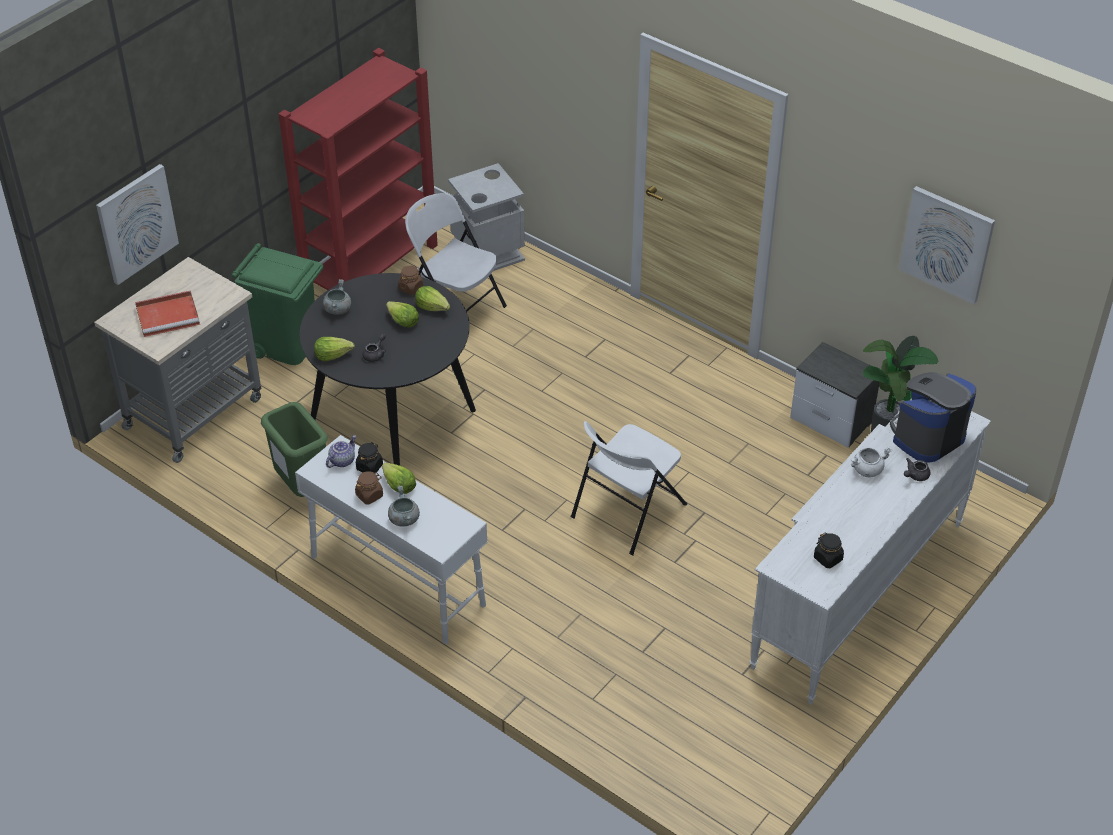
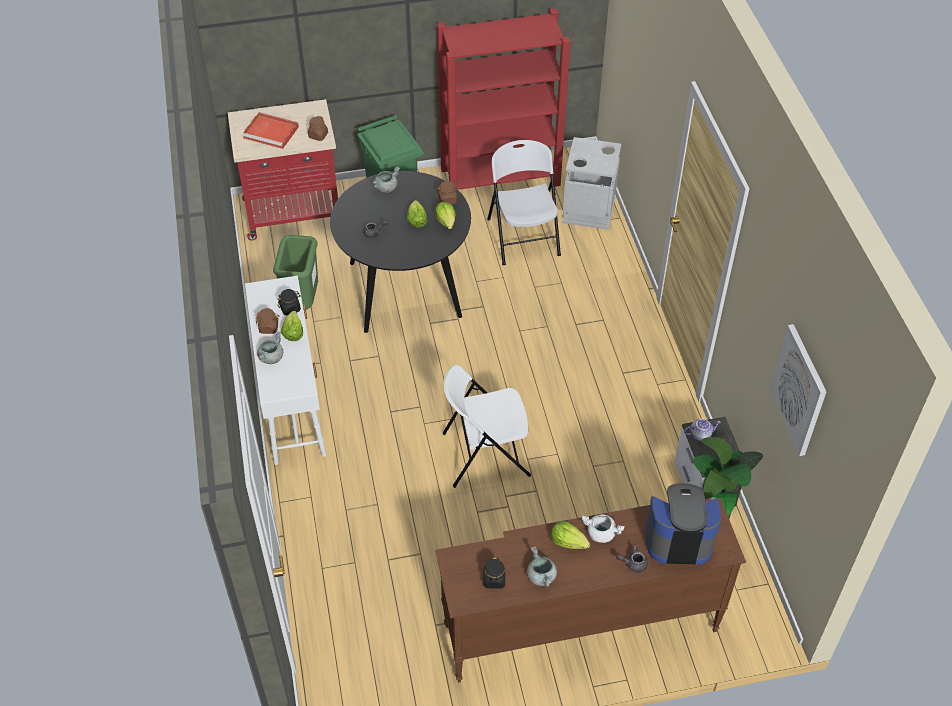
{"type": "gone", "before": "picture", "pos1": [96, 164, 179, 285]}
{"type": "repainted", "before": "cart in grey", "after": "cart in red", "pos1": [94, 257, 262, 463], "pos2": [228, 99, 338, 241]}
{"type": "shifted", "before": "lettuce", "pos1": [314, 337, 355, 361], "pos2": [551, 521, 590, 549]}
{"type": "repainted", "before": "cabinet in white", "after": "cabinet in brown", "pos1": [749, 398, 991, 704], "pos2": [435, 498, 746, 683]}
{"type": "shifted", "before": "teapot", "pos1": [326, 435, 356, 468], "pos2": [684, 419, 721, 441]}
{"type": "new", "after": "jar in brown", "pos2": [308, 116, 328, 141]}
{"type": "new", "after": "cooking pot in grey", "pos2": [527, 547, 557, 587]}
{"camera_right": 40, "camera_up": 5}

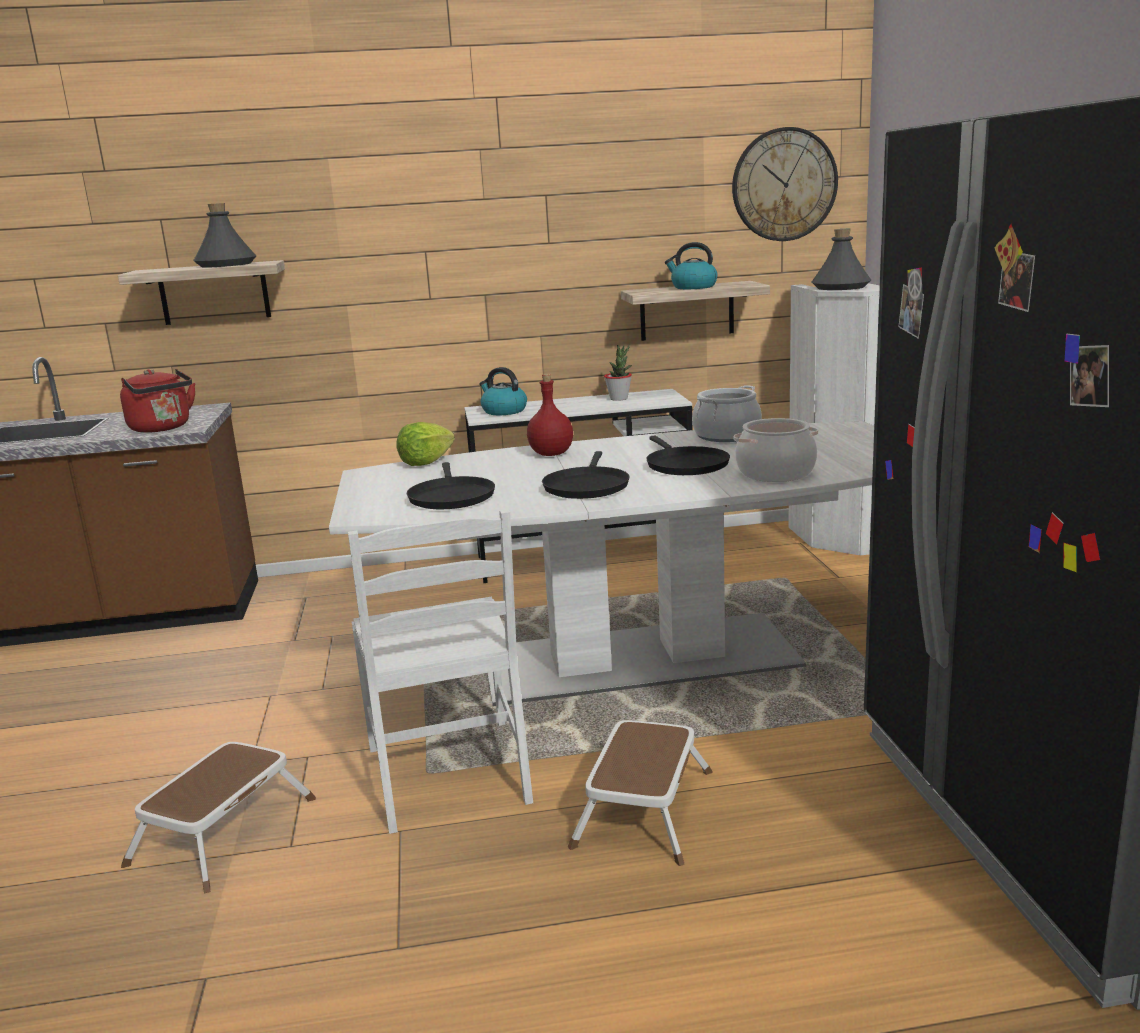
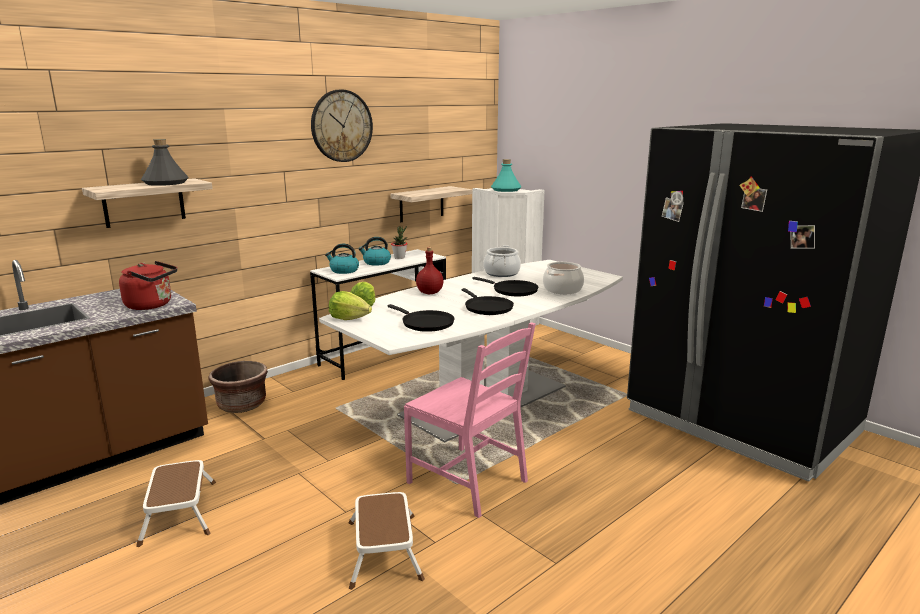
{"type": "shifted", "before": "wall clock", "pos1": [732, 127, 838, 241], "pos2": [311, 89, 373, 162]}
{"type": "repainted", "before": "bottle in grey", "after": "bottle in turquoise", "pos1": [812, 229, 871, 290], "pos2": [491, 159, 521, 192]}
{"type": "shifted", "before": "kettle", "pos1": [665, 242, 718, 289], "pos2": [358, 237, 391, 266]}
{"type": "repainted", "before": "chair in white", "after": "chair in pink", "pos1": [348, 509, 533, 834], "pos2": [404, 322, 536, 518]}
{"type": "shifted", "before": "step ladder in brown", "pos1": [568, 720, 713, 866], "pos2": [136, 460, 216, 547]}
{"type": "new", "after": "lettuce", "pos2": [329, 291, 372, 320]}
{"type": "new", "after": "planter in brown", "pos2": [208, 361, 268, 413]}
{"camera_right": -35, "camera_up": 0}

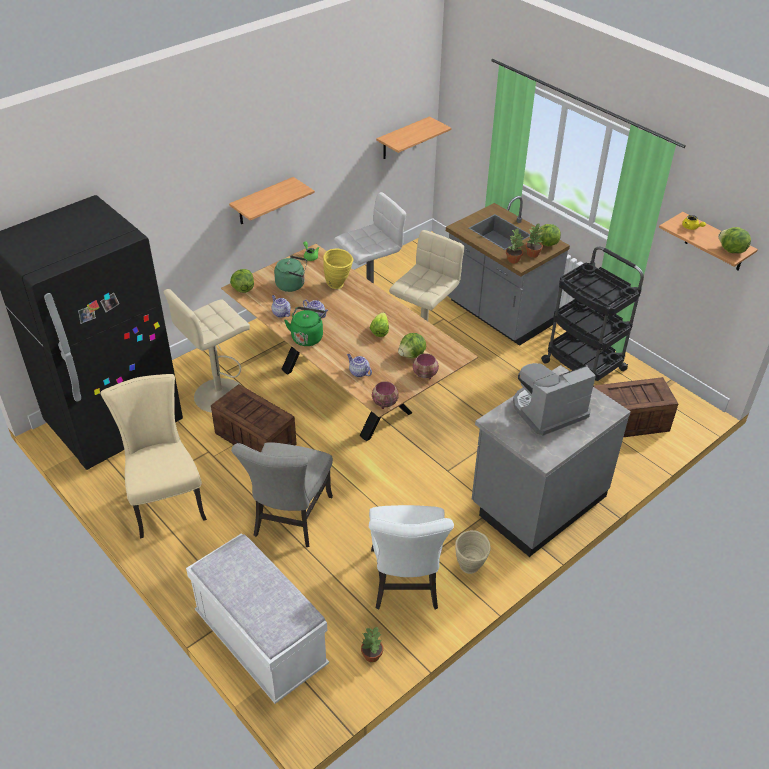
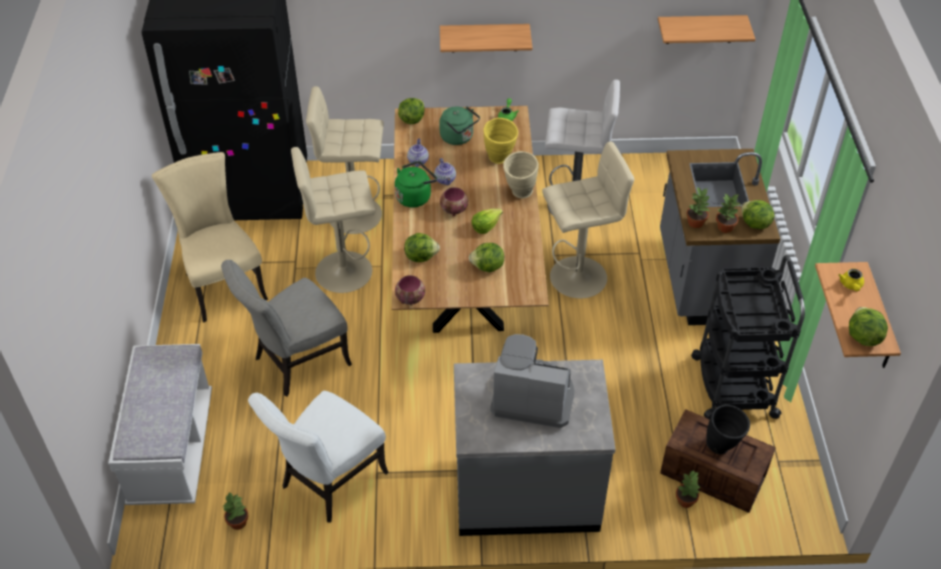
{"type": "shifted", "before": "bowl", "pos1": [413, 353, 439, 379], "pos2": [440, 187, 468, 216]}
{"type": "swapped", "before": "teapot", "after": "lettuce", "pos1": [347, 354, 372, 377], "pos2": [404, 233, 440, 262]}
{"type": "rotated", "before": "chair in beige", "pos1": [101, 374, 207, 539], "pos2": [152, 152, 268, 323], "turn": -45}
{"type": "swapped", "before": "crate", "after": "stool in beige", "pos1": [211, 384, 297, 452], "pos2": [291, 147, 375, 293]}
{"type": "shifted", "before": "vase in beige", "pos1": [455, 530, 491, 574], "pos2": [503, 151, 539, 198]}
{"type": "new", "after": "vase in black", "pos2": [706, 404, 750, 454]}
{"type": "new", "after": "potted plant", "pos2": [676, 470, 701, 508]}
{"camera_right": 40, "camera_up": 5}

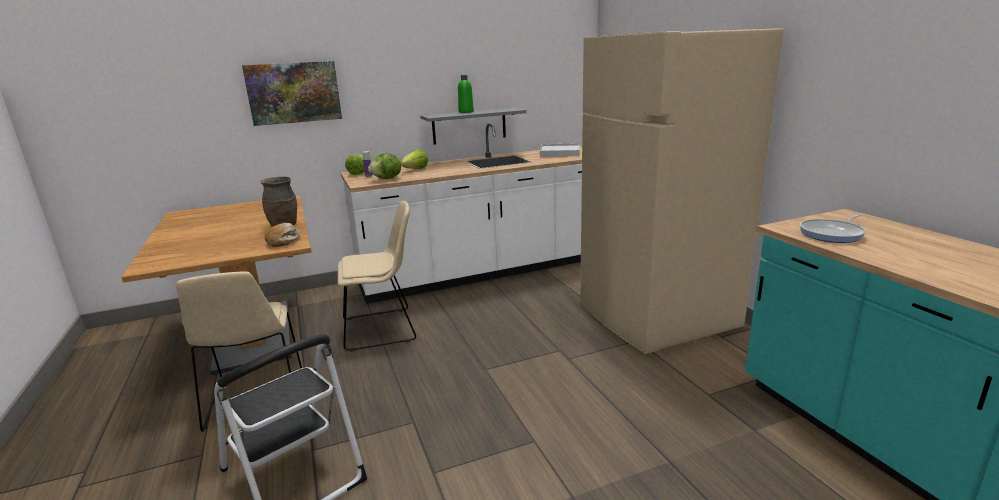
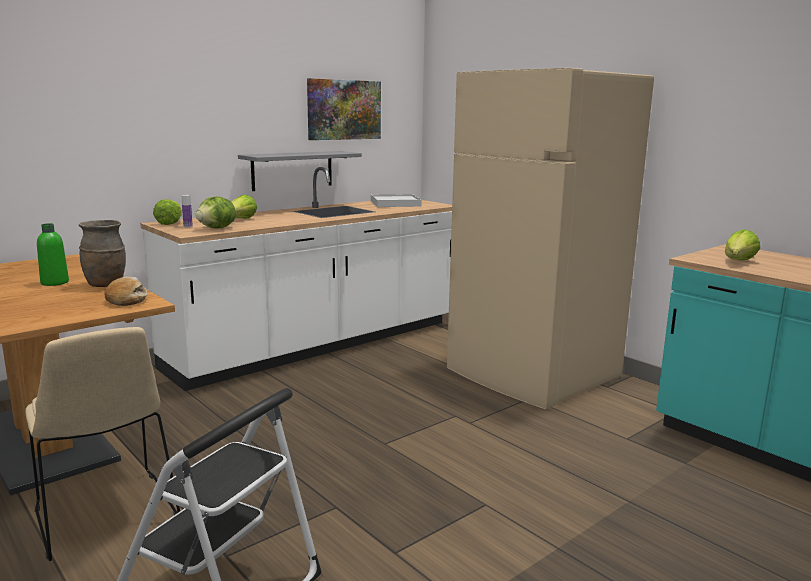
{"type": "shifted", "before": "picture", "pos1": [242, 61, 342, 126], "pos2": [307, 78, 381, 140]}
{"type": "shifted", "before": "bottle in green", "pos1": [458, 75, 474, 113], "pos2": [37, 223, 69, 286]}
{"type": "gone", "before": "chair in beige", "pos1": [338, 201, 416, 352]}
{"type": "swapped", "before": "frying pan", "after": "lettuce", "pos1": [800, 214, 866, 243], "pos2": [725, 229, 760, 260]}
{"camera_right": -20, "camera_up": -5}

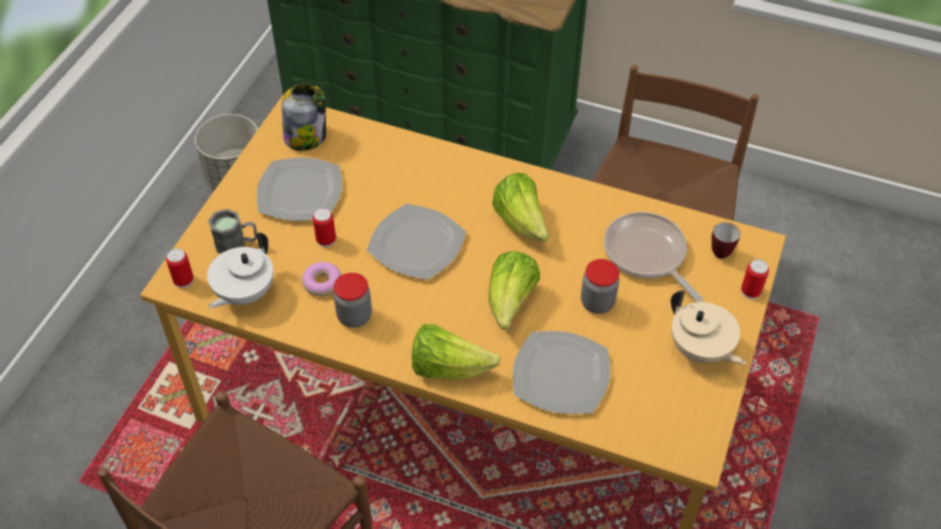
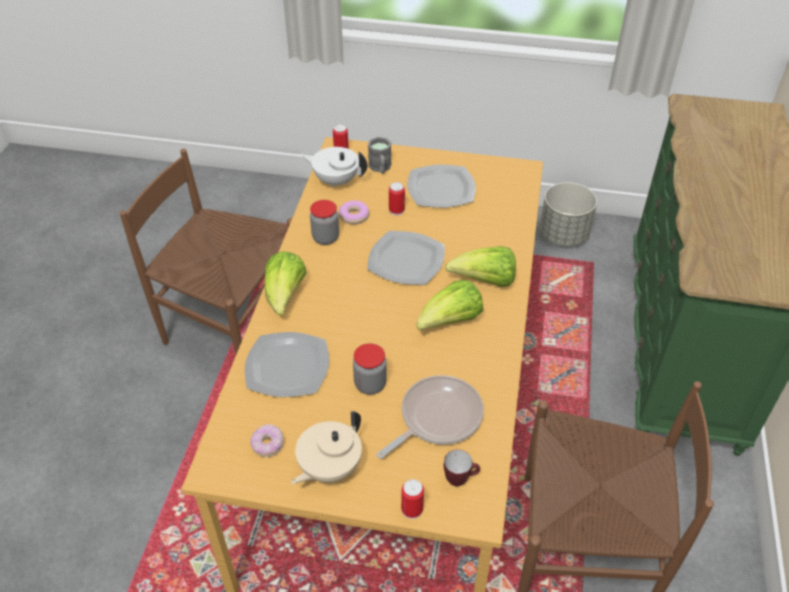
{"type": "gone", "before": "jar", "pos1": [282, 83, 326, 151]}
{"type": "shifted", "before": "lettuce", "pos1": [489, 251, 540, 330], "pos2": [445, 246, 516, 287]}
{"type": "new", "after": "donut", "pos2": [250, 424, 284, 457]}
{"camera_right": 80, "camera_up": -5}

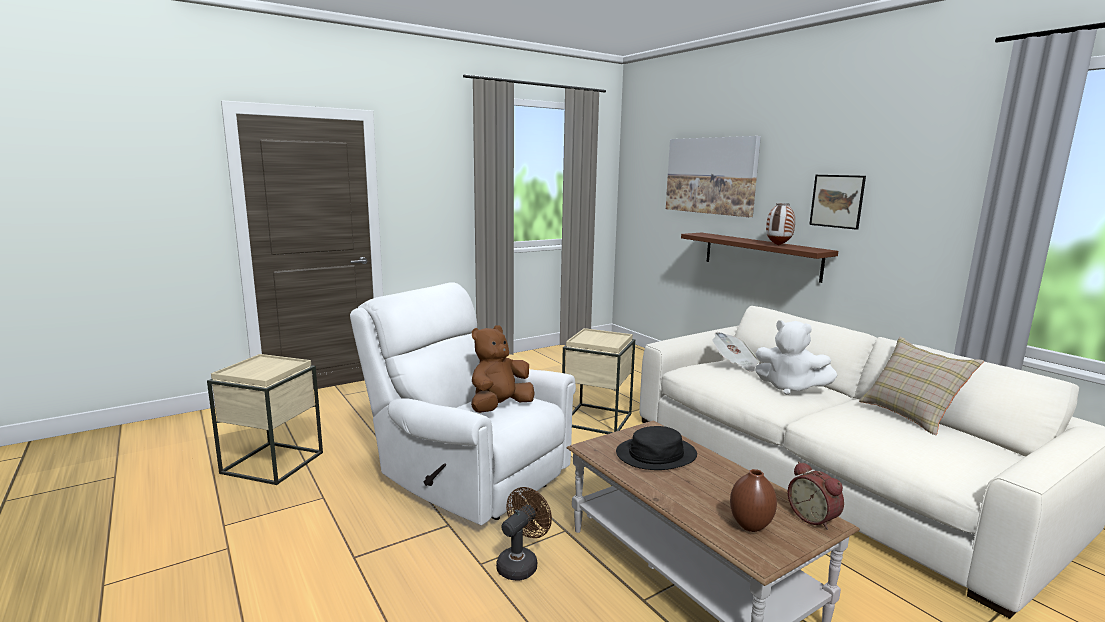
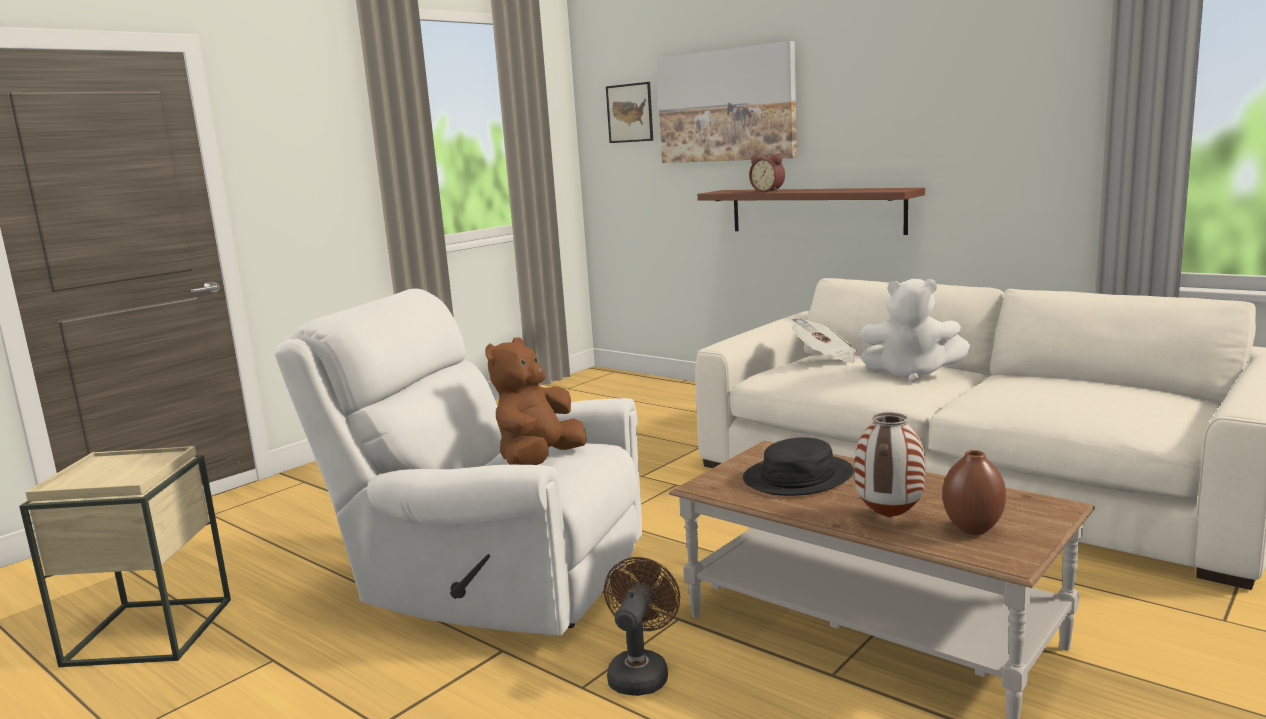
{"type": "shifted", "before": "picture", "pos1": [809, 175, 866, 230], "pos2": [606, 82, 653, 143]}
{"type": "shifted", "before": "vase", "pos1": [766, 203, 795, 246], "pos2": [854, 412, 926, 518]}
{"type": "gone", "before": "side table in beige", "pos1": [562, 328, 635, 434]}
{"type": "gone", "before": "pillow in beige", "pos1": [859, 337, 984, 436]}
{"type": "shifted", "before": "alarm clock", "pos1": [788, 461, 844, 530], "pos2": [749, 154, 785, 192]}
{"camera_right": -15, "camera_up": 0}

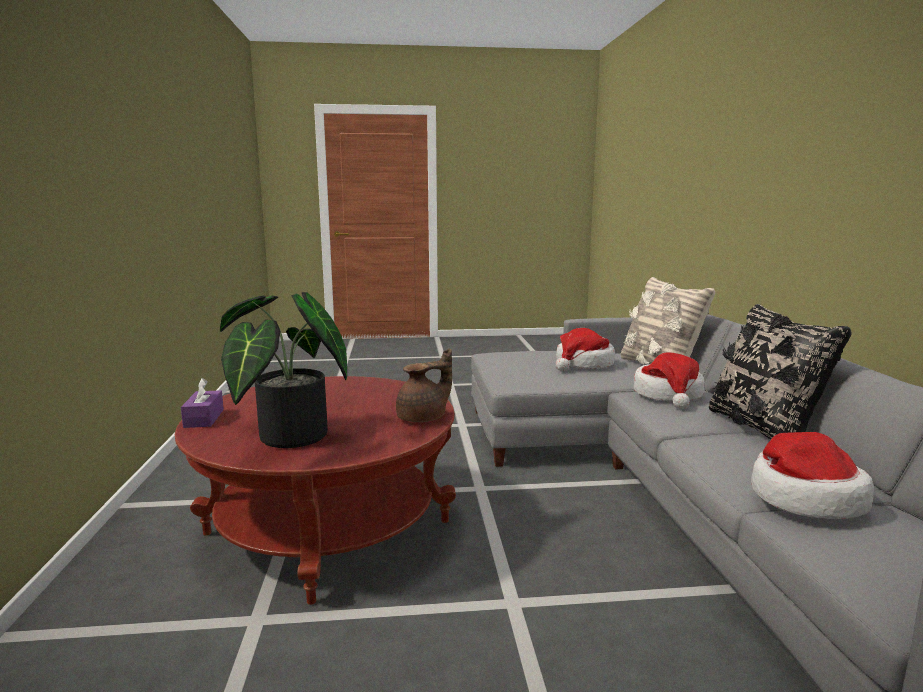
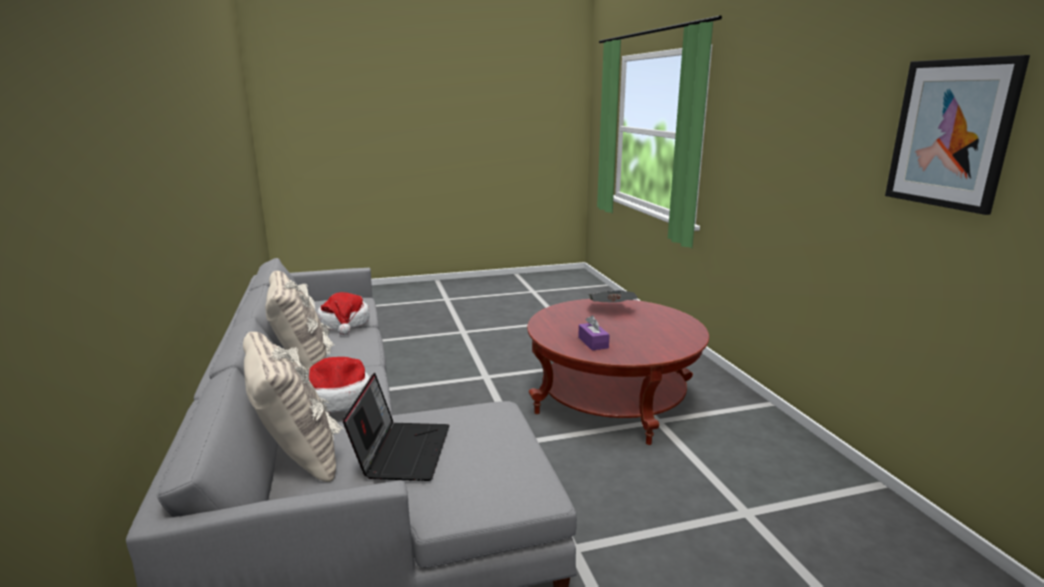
{"type": "swapped", "before": "potted plant", "after": "newspaper", "pos1": [220, 292, 347, 448], "pos2": [588, 290, 638, 303]}
{"type": "repainted", "before": "pillow in black", "after": "pillow in beige", "pos1": [709, 304, 852, 440], "pos2": [265, 271, 334, 372]}
{"type": "swapped", "before": "hat", "after": "laptop", "pos1": [556, 328, 615, 371], "pos2": [342, 373, 450, 481]}
{"type": "gone", "before": "teapot in brown", "pos1": [396, 348, 452, 422]}
{"type": "shifted", "before": "tissue box in purple", "pos1": [181, 378, 224, 428], "pos2": [578, 315, 610, 351]}
{"type": "new", "after": "picture", "pos2": [885, 55, 1030, 215]}
{"camera_right": 170, "camera_up": 5}

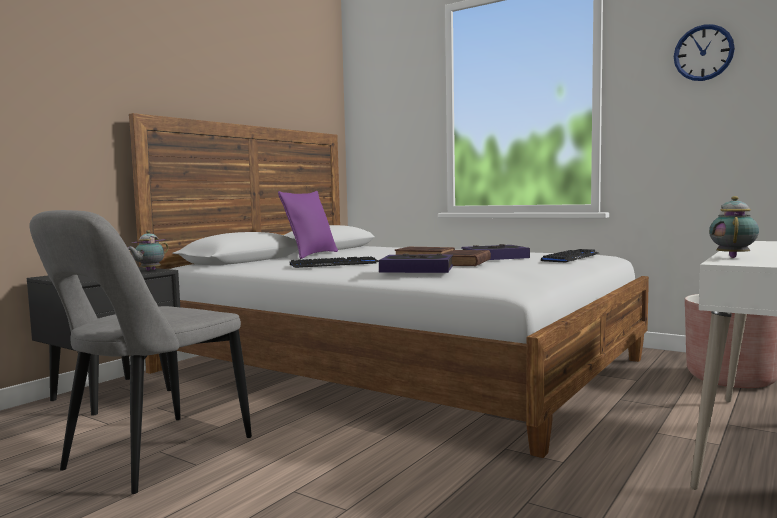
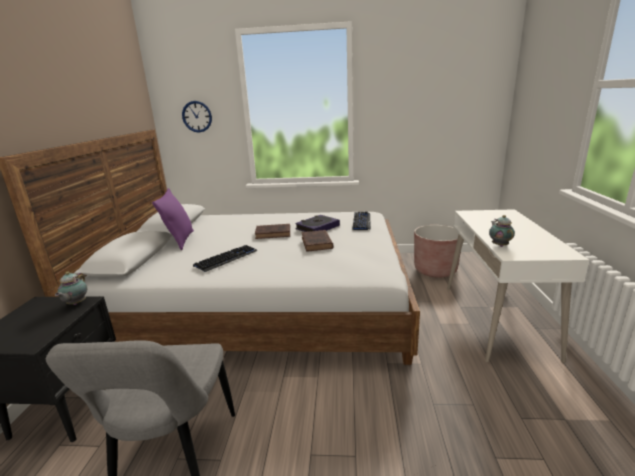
{"type": "shifted", "before": "wall clock", "pos1": [674, 24, 735, 81], "pos2": [182, 101, 212, 132]}
{"type": "gone", "before": "book", "pos1": [379, 253, 453, 273]}
{"camera_right": -30, "camera_up": 15}

